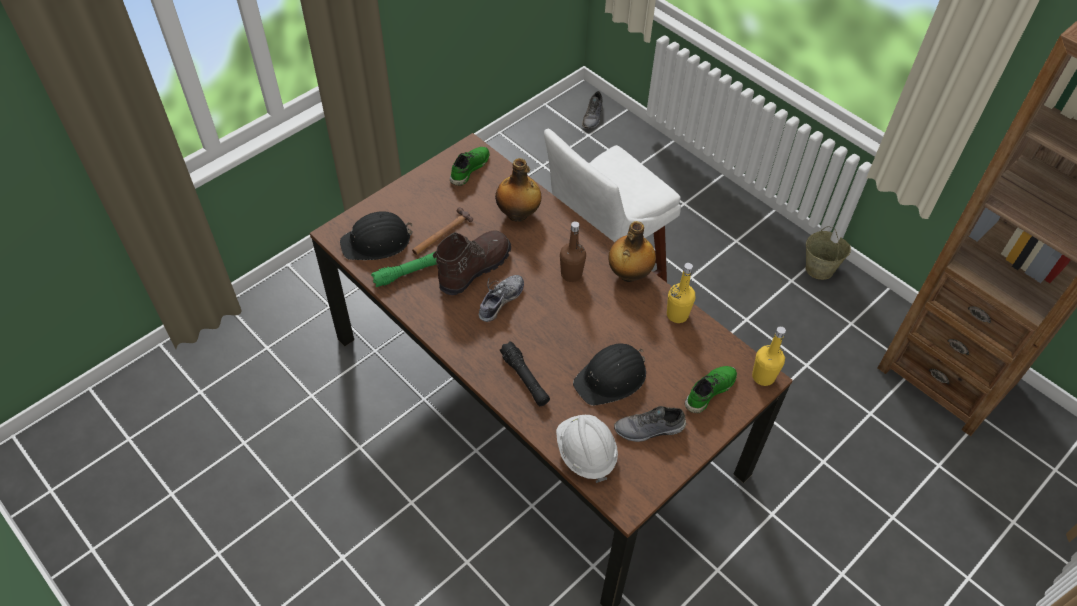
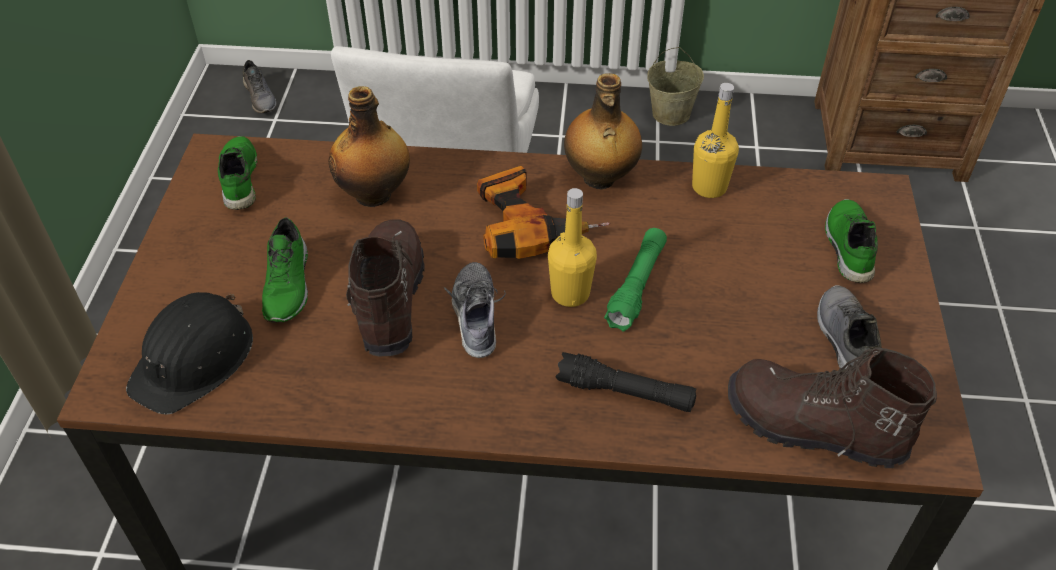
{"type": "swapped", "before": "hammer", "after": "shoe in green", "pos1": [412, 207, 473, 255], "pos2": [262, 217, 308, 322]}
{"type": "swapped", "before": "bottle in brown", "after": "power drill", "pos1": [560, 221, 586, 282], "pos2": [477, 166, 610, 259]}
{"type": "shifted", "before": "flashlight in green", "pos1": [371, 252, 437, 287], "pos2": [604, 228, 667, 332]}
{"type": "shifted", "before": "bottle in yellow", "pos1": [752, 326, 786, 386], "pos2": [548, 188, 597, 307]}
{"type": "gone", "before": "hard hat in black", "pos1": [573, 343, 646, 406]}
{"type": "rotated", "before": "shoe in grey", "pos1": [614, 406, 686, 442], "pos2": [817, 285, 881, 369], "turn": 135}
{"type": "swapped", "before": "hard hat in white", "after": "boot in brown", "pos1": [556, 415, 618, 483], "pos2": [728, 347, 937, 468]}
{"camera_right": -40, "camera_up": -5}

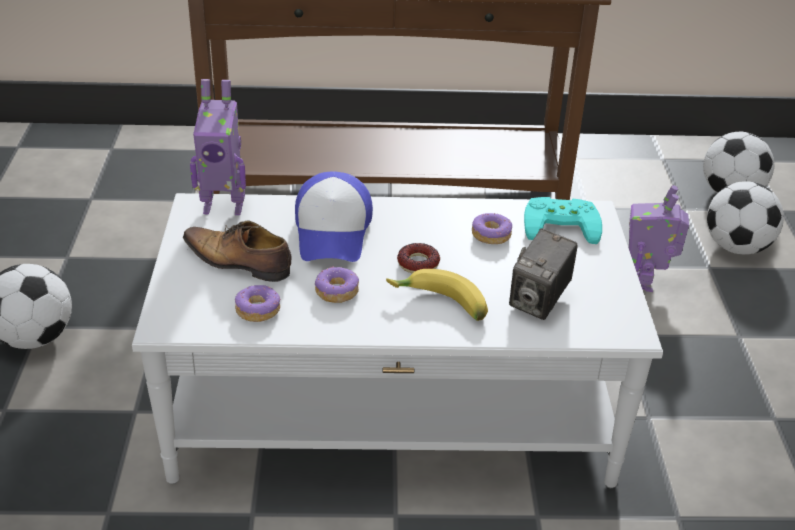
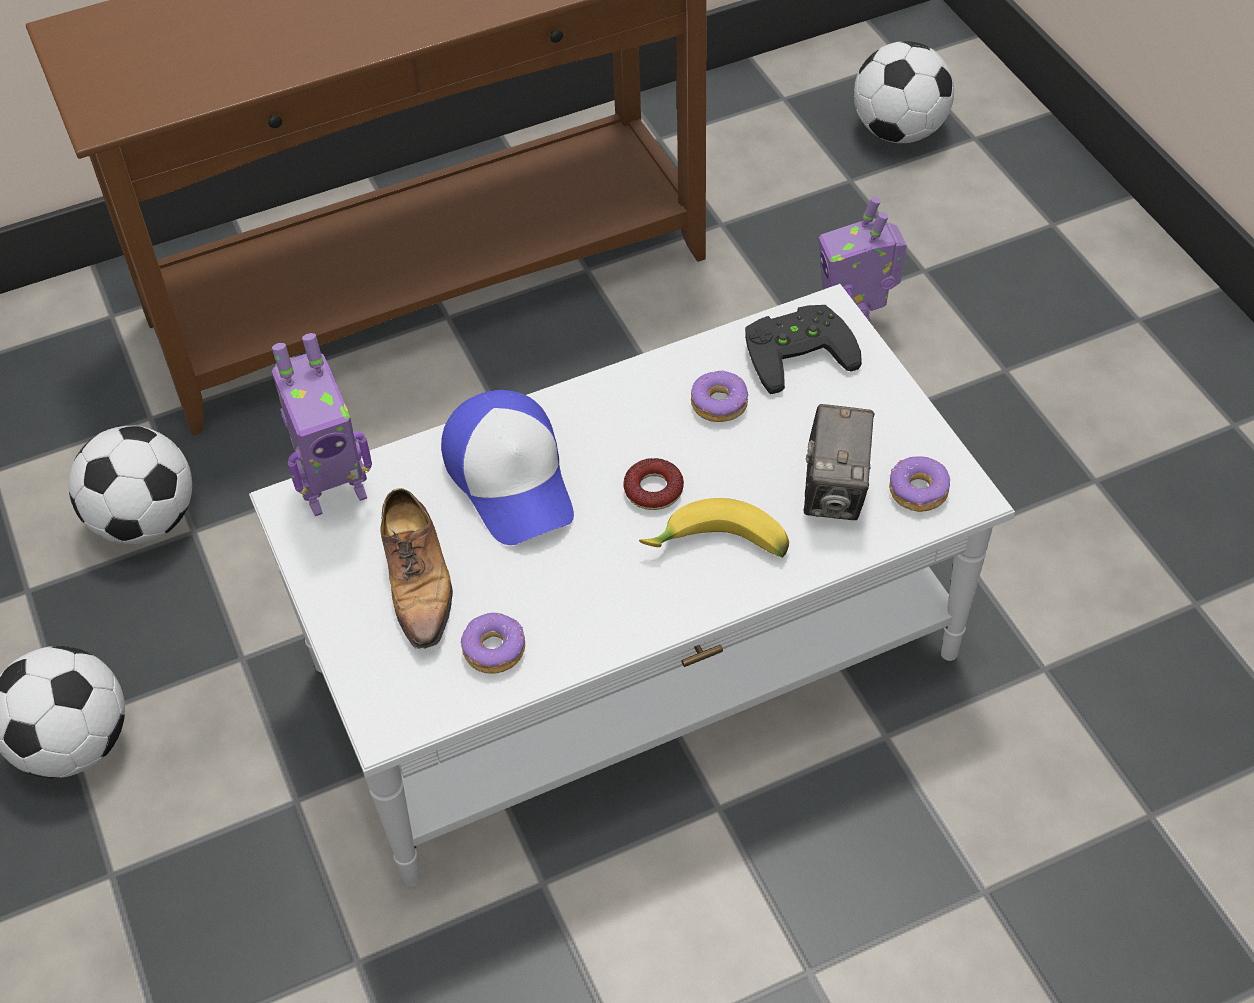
{"type": "shifted", "before": "football", "pos1": [707, 181, 784, 255], "pos2": [69, 426, 192, 544]}
{"type": "repainted", "before": "game controller in turquoise", "after": "game controller in black", "pos1": [524, 197, 602, 244], "pos2": [745, 305, 862, 394]}
{"type": "rotated", "before": "shoe", "pos1": [183, 221, 292, 282], "pos2": [380, 488, 453, 649], "turn": -105}
{"type": "shifted", "before": "donut", "pos1": [315, 266, 359, 303], "pos2": [889, 456, 950, 512]}
{"camera_right": -20, "camera_up": 15}

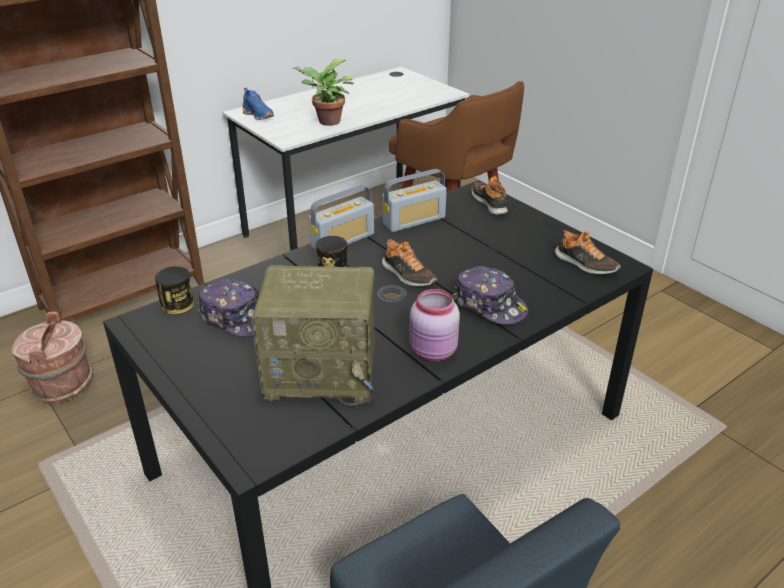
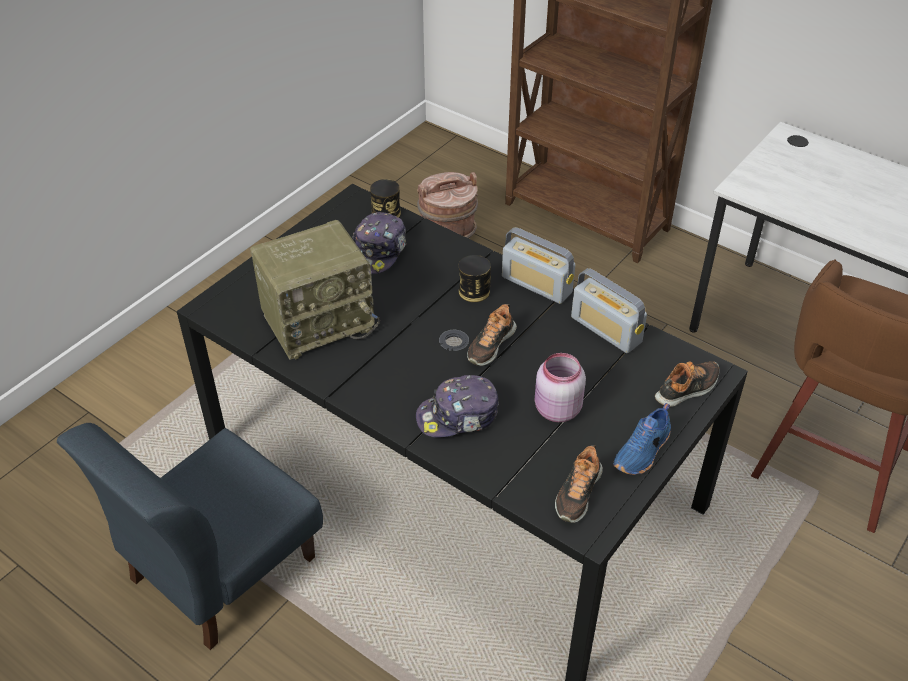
{"type": "gone", "before": "potted plant", "pos1": [292, 59, 354, 126]}
{"type": "shifted", "before": "shoe in blue", "pos1": [242, 88, 274, 120], "pos2": [613, 403, 671, 475]}
{"type": "rotated", "before": "radio", "pos1": [252, 265, 376, 406], "pos2": [250, 220, 380, 360], "turn": -105}
{"type": "rotated", "before": "cap", "pos1": [452, 266, 529, 325], "pos2": [416, 375, 499, 438], "turn": 45}
{"type": "shifted", "before": "jar in pink", "pos1": [409, 289, 460, 362], "pos2": [535, 353, 586, 422]}
{"camera_right": 75, "camera_up": 10}

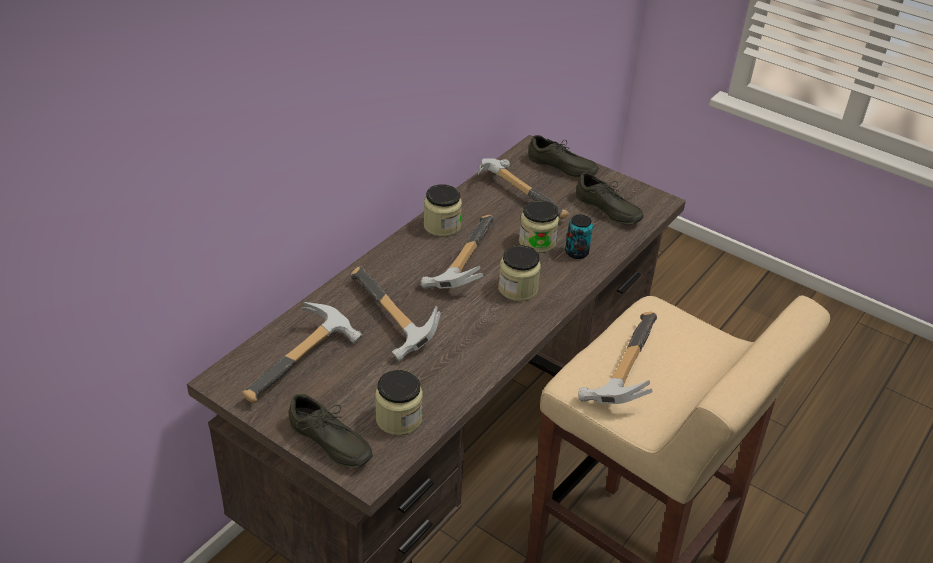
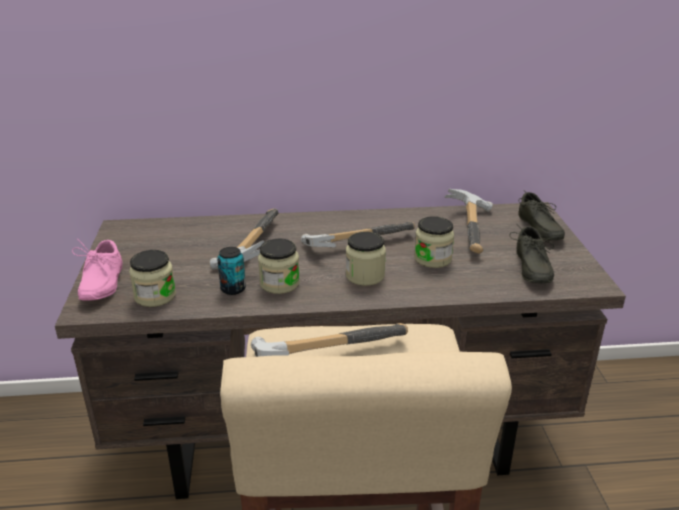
{"type": "shifted", "before": "jar", "pos1": [424, 184, 462, 237], "pos2": [258, 238, 300, 294]}
{"type": "shifted", "before": "can", "pos1": [565, 214, 593, 259], "pos2": [217, 247, 246, 295]}
{"type": "gone", "before": "hammer", "pos1": [242, 302, 363, 403]}
{"type": "repainted", "before": "shoe in grey", "after": "shoe in pink", "pos1": [289, 394, 373, 468], "pos2": [72, 239, 123, 301]}
{"camera_right": 50, "camera_up": -10}

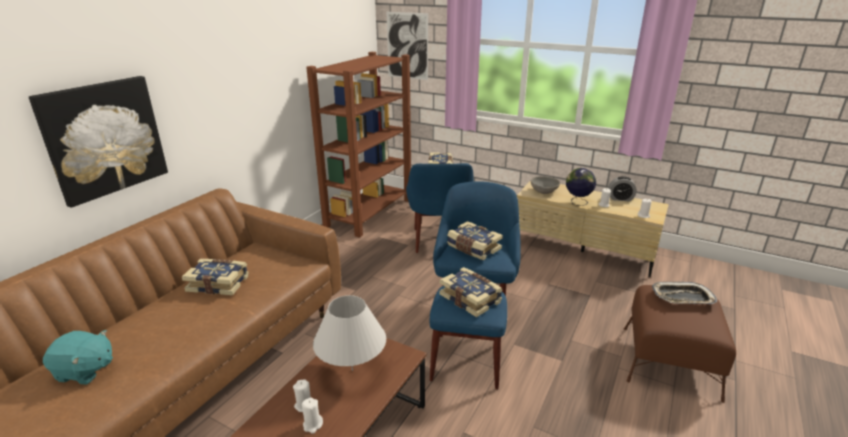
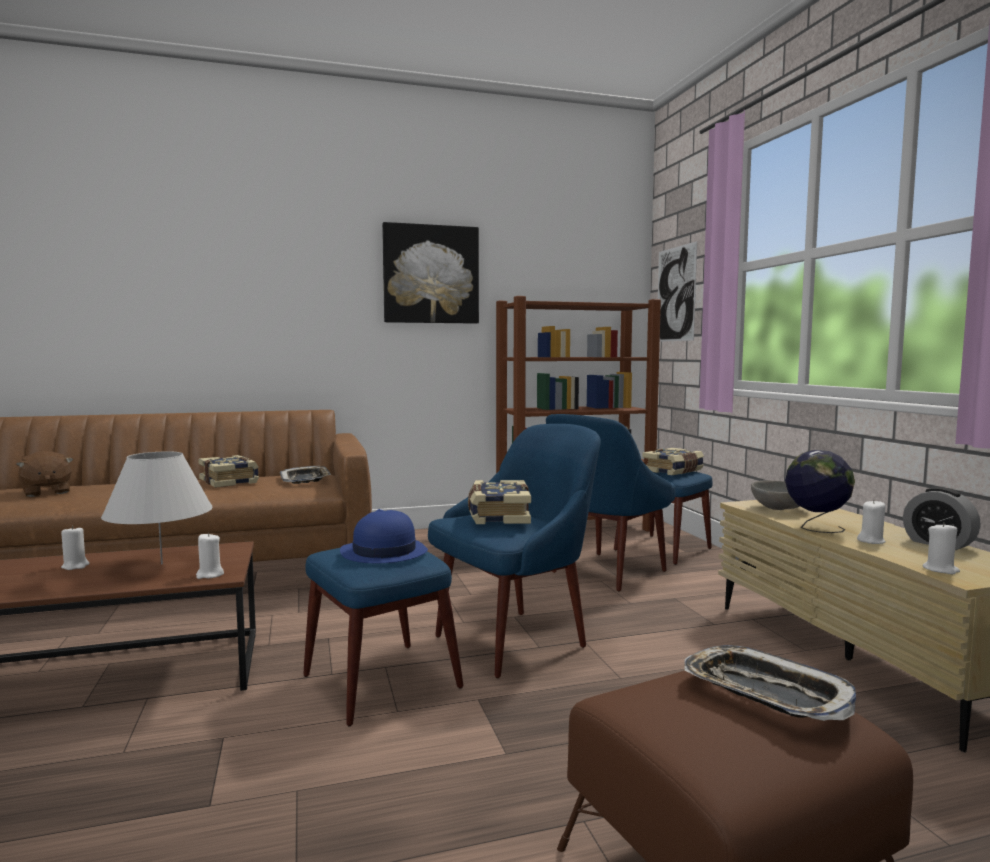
{"type": "shifted", "before": "picture", "pos1": [29, 76, 168, 208], "pos2": [382, 222, 479, 324]}
{"type": "swapped", "before": "book", "after": "hat in blue", "pos1": [439, 267, 503, 317], "pos2": [340, 509, 428, 563]}
{"type": "repainted", "before": "plush toy in turquoise", "after": "plush toy in brown", "pos1": [43, 330, 113, 385], "pos2": [16, 451, 74, 497]}
{"type": "shifted", "before": "candle in white", "pos1": [302, 397, 323, 434], "pos2": [196, 533, 224, 579]}
{"type": "new", "after": "tray", "pos2": [280, 466, 331, 484]}
{"camera_right": 45, "camera_up": -20}

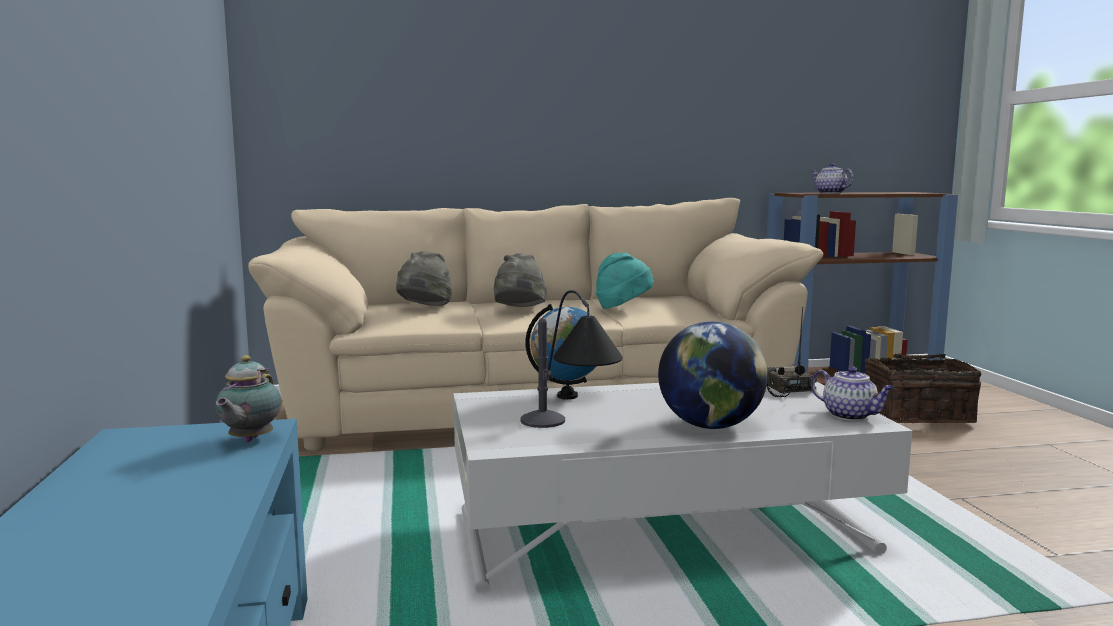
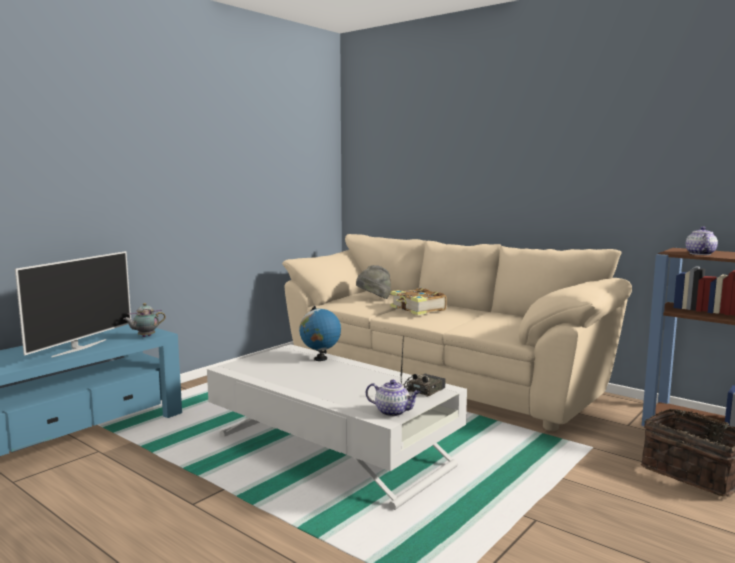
{"type": "gone", "before": "hat in turquoise", "pos1": [596, 252, 654, 309]}
{"type": "swapped", "before": "hat in grey", "after": "book", "pos1": [494, 253, 547, 307], "pos2": [390, 288, 447, 315]}
{"type": "gone", "before": "table lamp", "pos1": [520, 290, 623, 428]}
{"type": "gone", "before": "globe", "pos1": [658, 321, 768, 429]}
{"type": "rotated", "before": "teapot", "pos1": [811, 366, 895, 421], "pos2": [366, 380, 420, 417], "turn": -75}
{"type": "new", "after": "television", "pos2": [15, 251, 131, 357]}
{"camera_right": 50, "camera_up": 0}

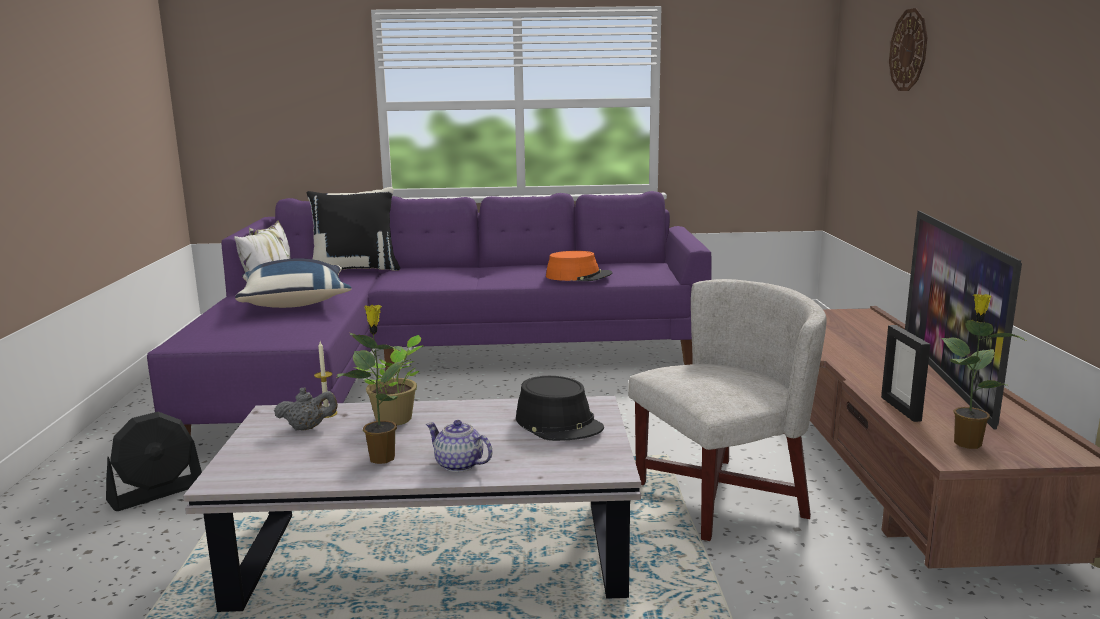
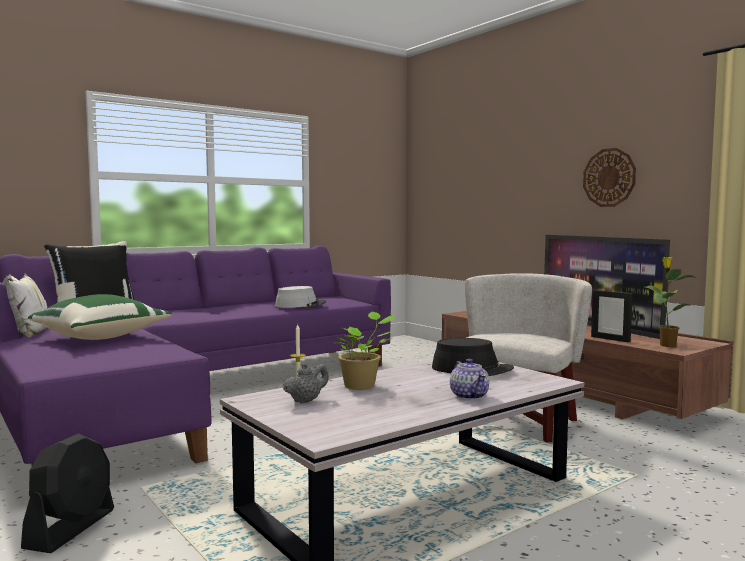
{"type": "shifted", "before": "wall clock", "pos1": [889, 8, 927, 91], "pos2": [583, 148, 636, 207]}
{"type": "repainted", "before": "hat in orange", "after": "hat in grey", "pos1": [546, 251, 612, 281], "pos2": [275, 286, 326, 308]}
{"type": "repainted", "before": "pillow in blue", "after": "pillow in green", "pos1": [235, 258, 352, 308], "pos2": [28, 294, 172, 340]}
{"type": "gone", "before": "potted plant", "pos1": [337, 305, 411, 464]}
{"type": "rotated", "before": "teapot", "pos1": [426, 420, 492, 472], "pos2": [450, 359, 489, 400], "turn": -105}
{"camera_right": -35, "camera_up": -10}

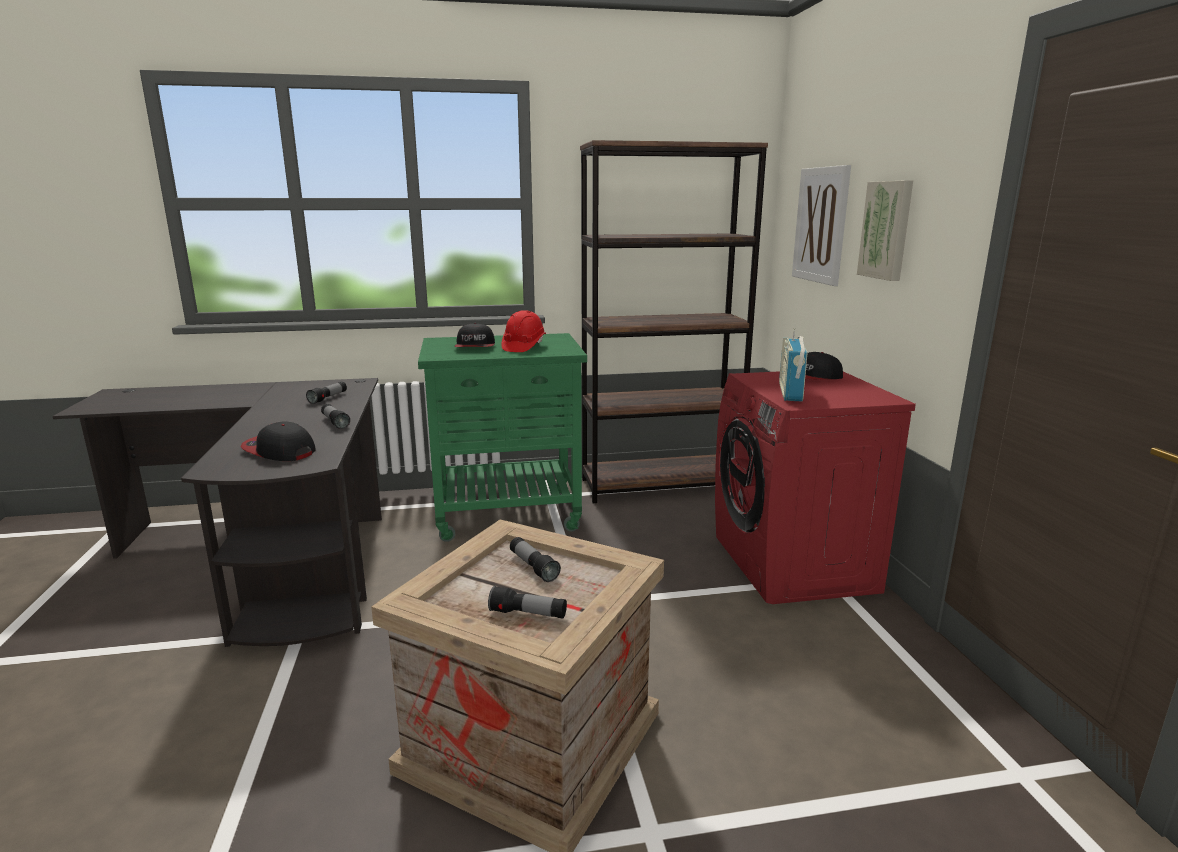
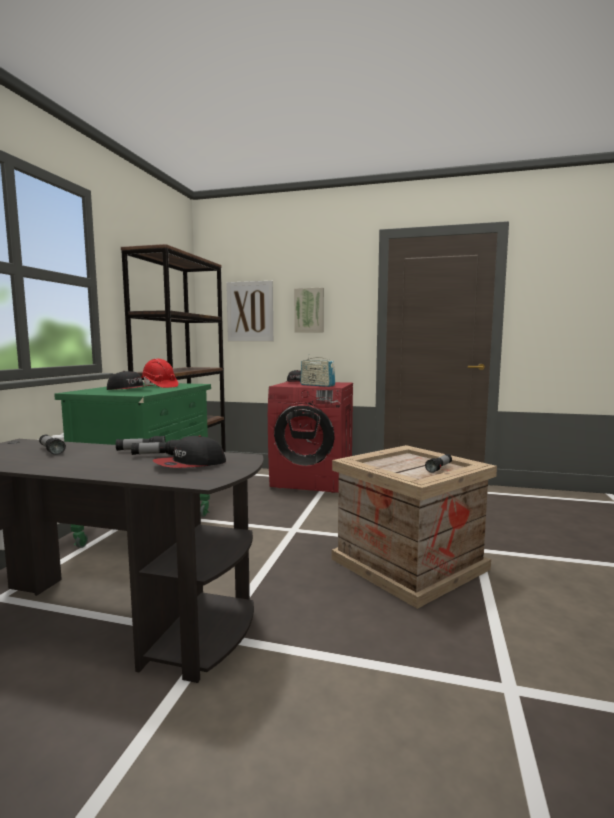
{"type": "shifted", "before": "flashlight", "pos1": [510, 537, 561, 582], "pos2": [131, 440, 180, 455]}
{"camera_right": -65, "camera_up": -10}

